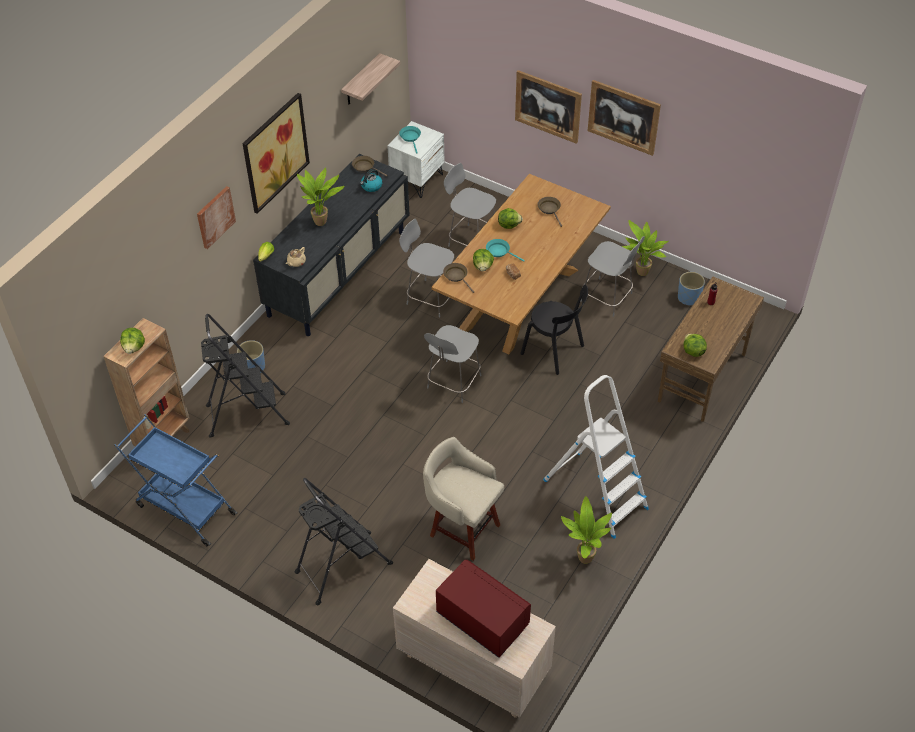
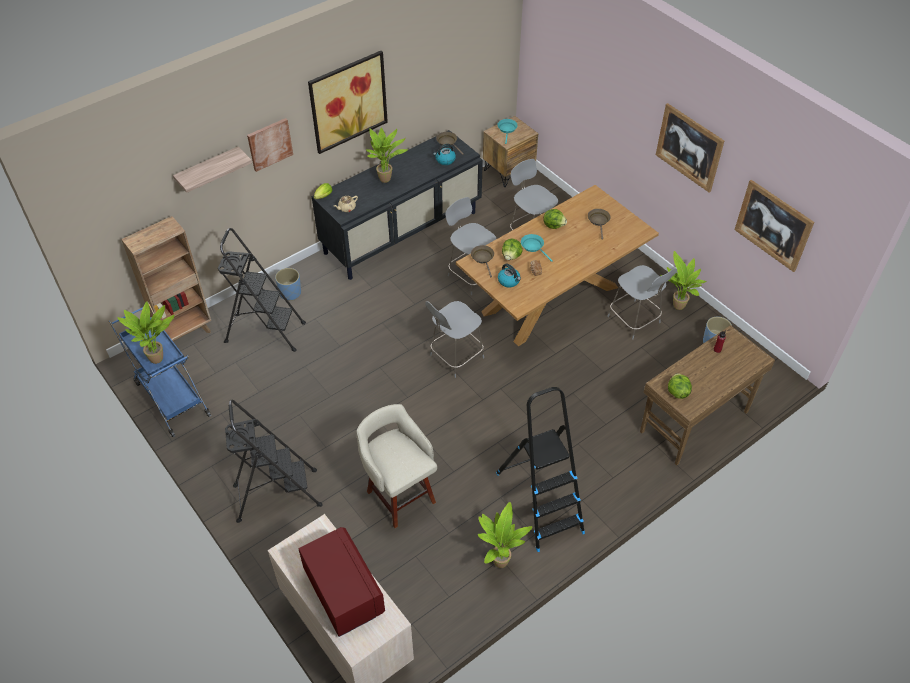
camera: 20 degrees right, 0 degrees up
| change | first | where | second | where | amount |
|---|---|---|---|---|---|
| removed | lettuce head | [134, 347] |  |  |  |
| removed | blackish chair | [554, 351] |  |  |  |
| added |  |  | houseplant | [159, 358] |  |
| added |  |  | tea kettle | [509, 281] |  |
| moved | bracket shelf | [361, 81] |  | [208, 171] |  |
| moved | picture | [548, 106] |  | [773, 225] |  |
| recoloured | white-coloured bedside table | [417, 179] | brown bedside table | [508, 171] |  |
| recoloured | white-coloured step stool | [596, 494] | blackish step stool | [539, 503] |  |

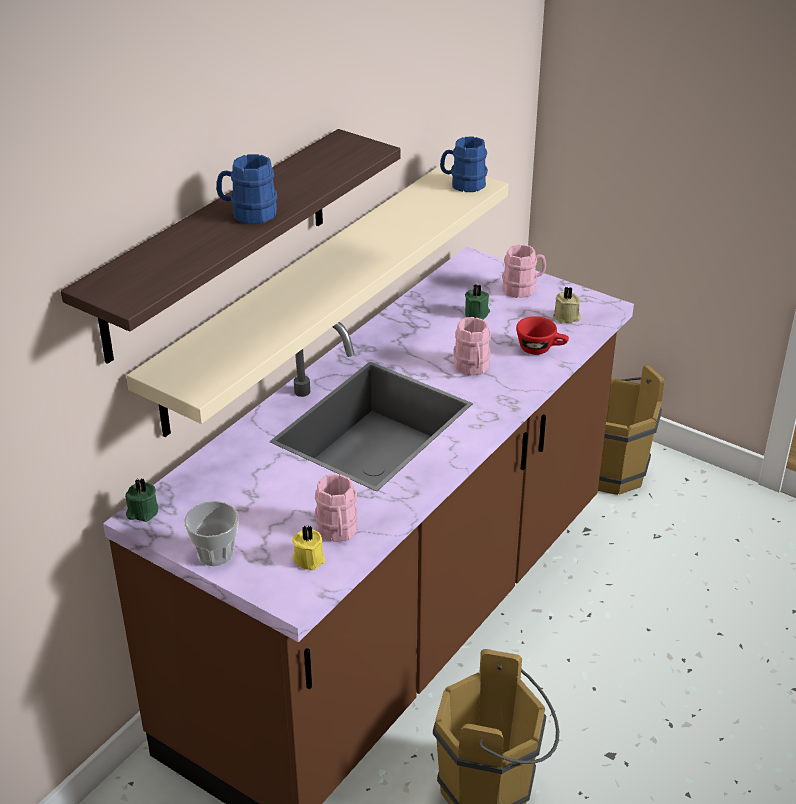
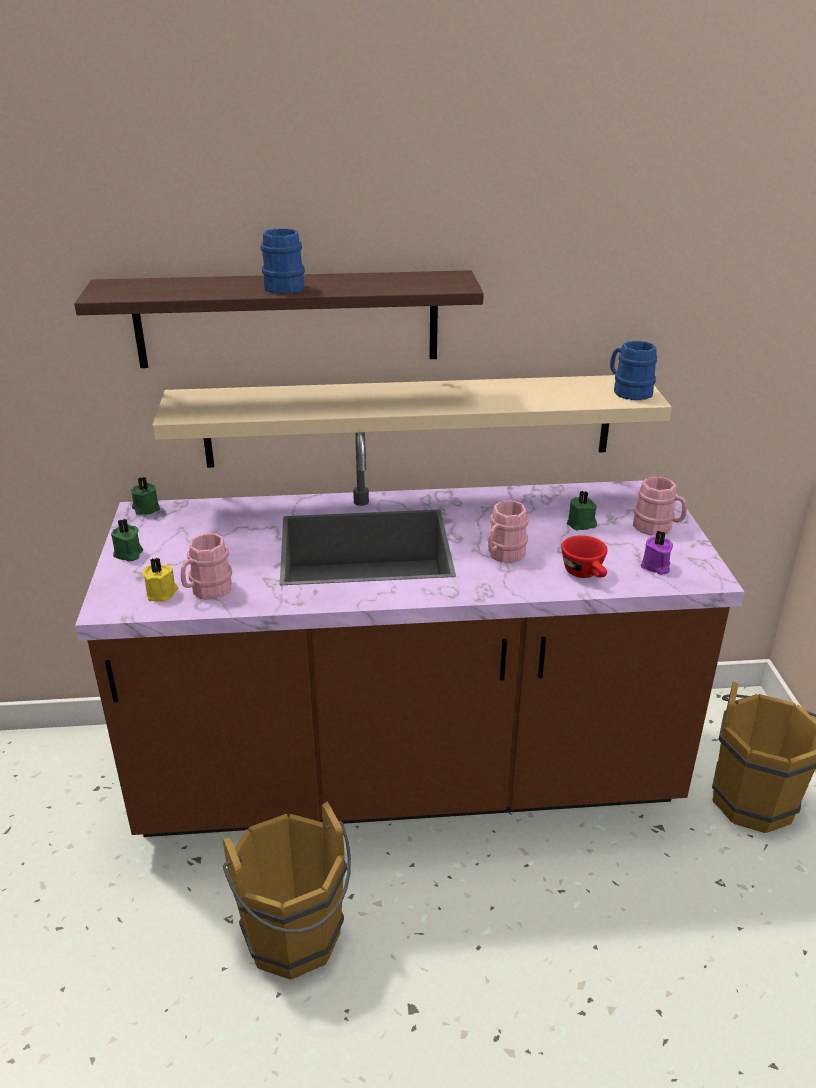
camera: 50 degrees right, 5 degrees down
| change | first | where | second | where | amount |
|---|---|---|---|---|---|
| replaced | small cup | [215, 553] | green candle | [128, 554] |  |
| recoloured | sand-coloured candle | [567, 317] | purple-coloured candle | [655, 566] |  |

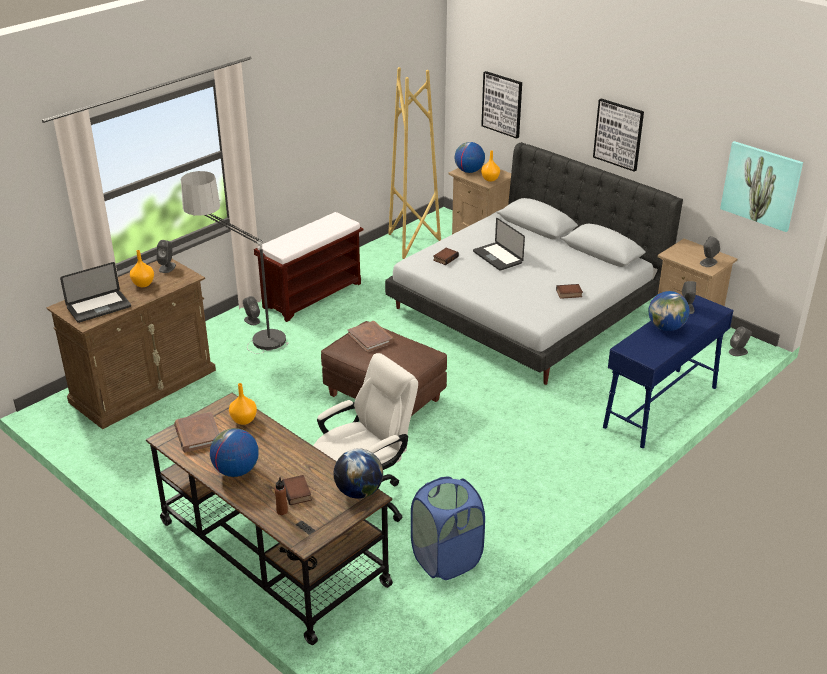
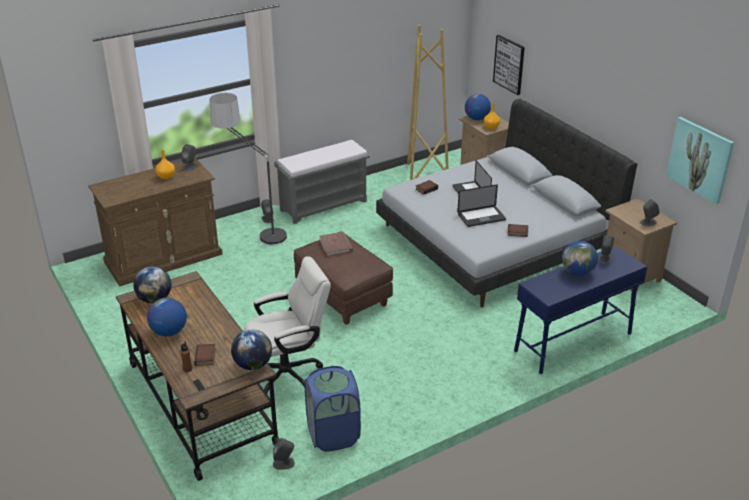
camera: 15 degrees right, 0 degrees up
| change | first | where | second | where | amount |
|---|---|---|---|---|---|
| removed | orangey flower vase | [244, 420] |  |  |  |
| removed | picture | [619, 134] |  |  |  |
| moved | laptop | [99, 307] |  | [481, 217] |  |
| moved | grey loudspeaker | [738, 351] |  | [284, 463] |  |
| replaced | brown volume | [197, 434] | world globe | [154, 299] |  |
| recoloured | brown indoor bench | [313, 295] | grey indoor bench | [324, 205] |  |

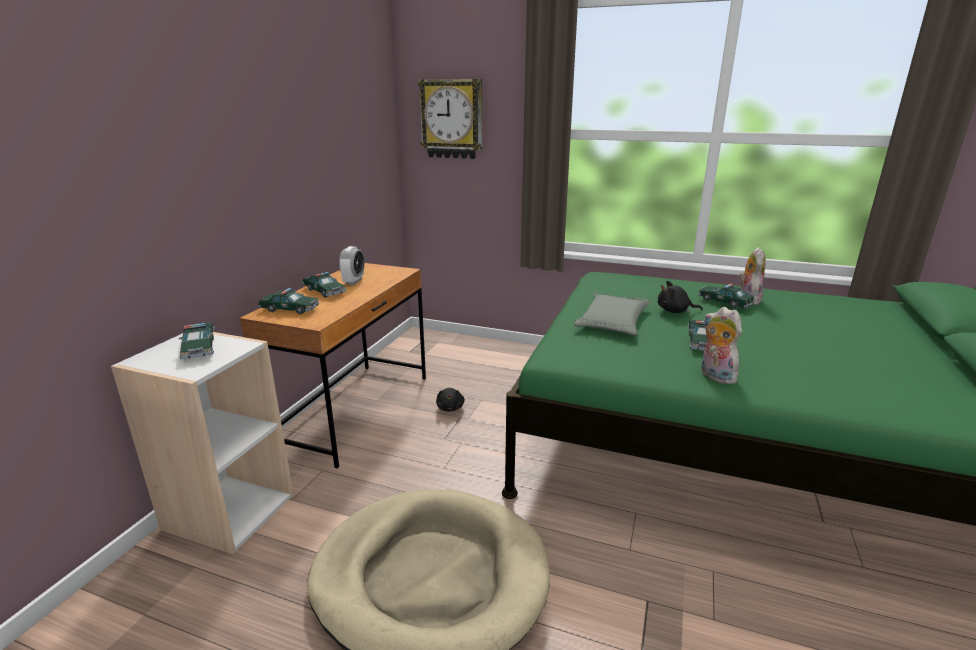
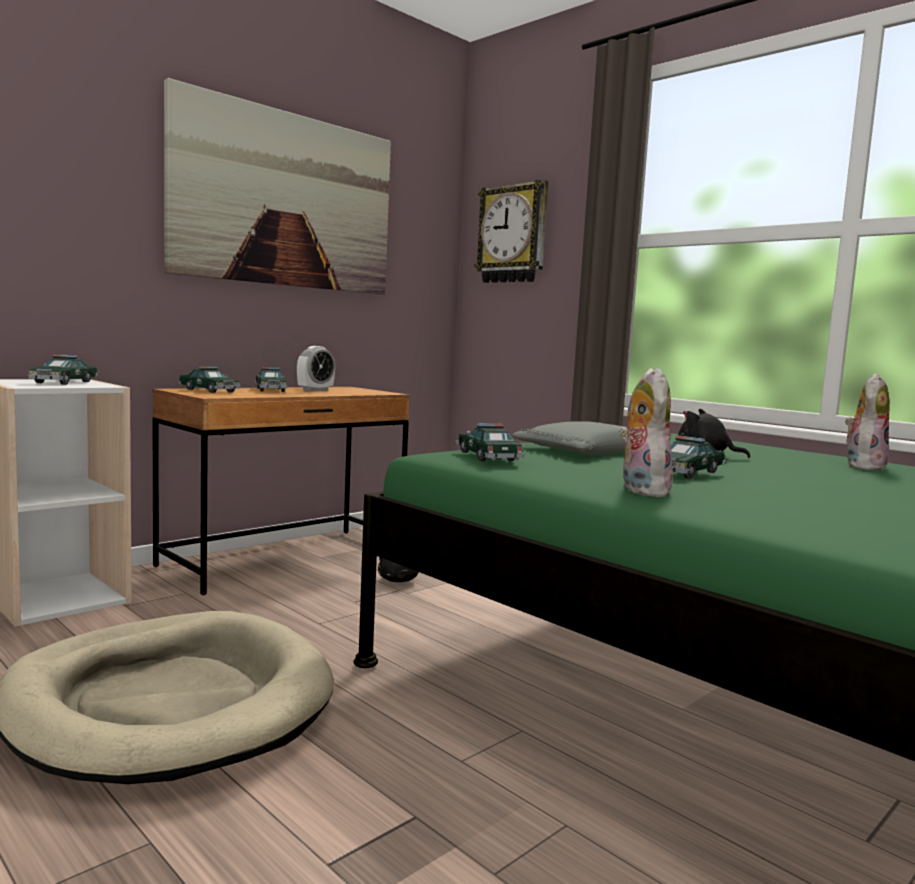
camera: 25 degrees right, 15 degrees down
| change | first | where | second | where | amount |
|---|---|---|---|---|---|
| added |  |  | picture | [286, 201] |  |
| moved | toy car | [724, 302] |  | [487, 457] |  |

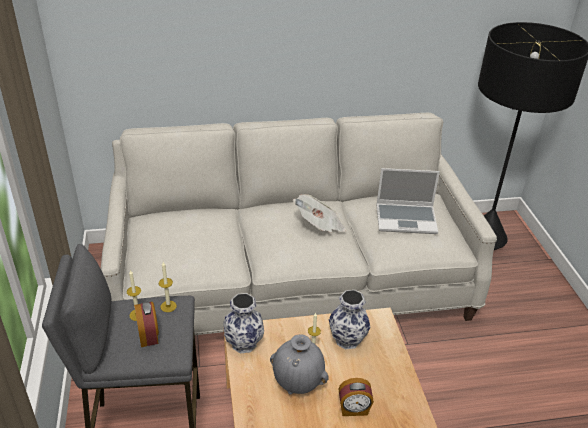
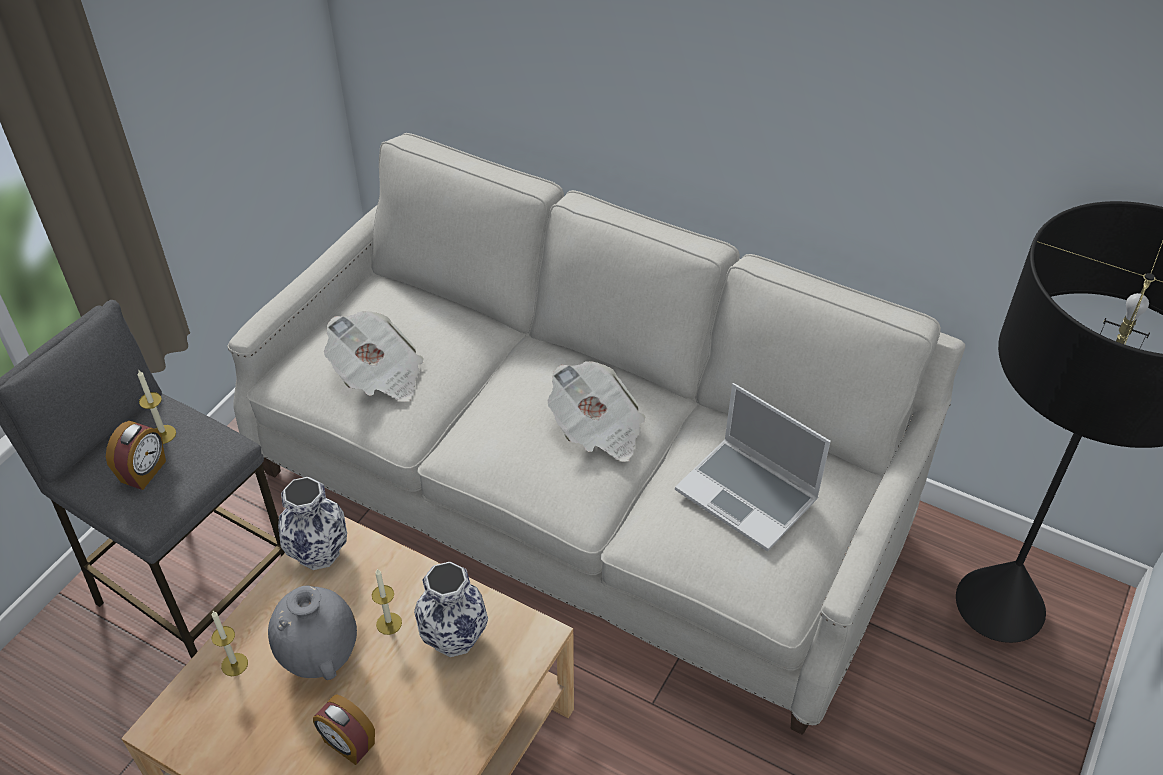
camera: 40 degrees right, 10 degrees up
| change | first | where | second | where | amount |
|---|---|---|---|---|---|
| added |  |  | newspaper | [378, 375] |  |
| moved | candle | [168, 306] |  | [234, 664] |  |

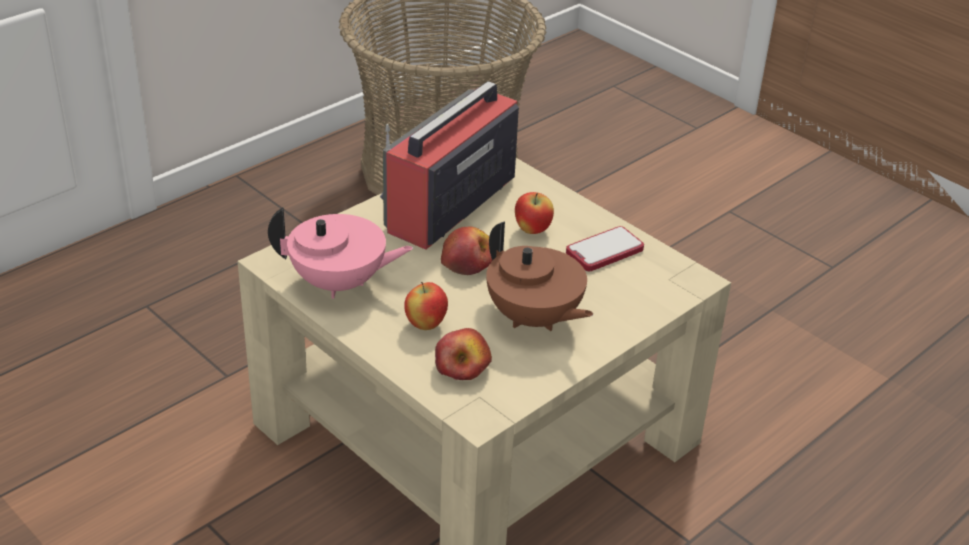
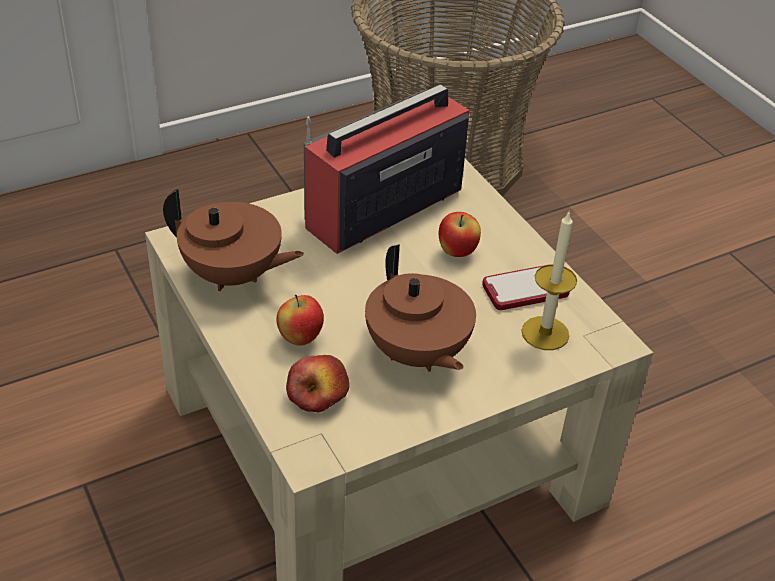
camera: 15 degrees right, 5 degrees up
| change | first | where | second | where | amount |
|---|---|---|---|---|---|
| removed | apple fruit | [468, 262] |  |  |  |
| added |  |  | candle | [545, 333] |  |
| recoloured | pink tea pot | [339, 283] | brown tea pot | [233, 275] |  |

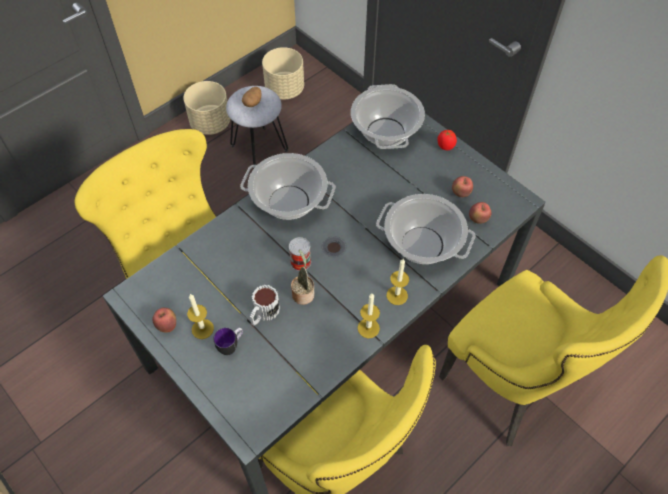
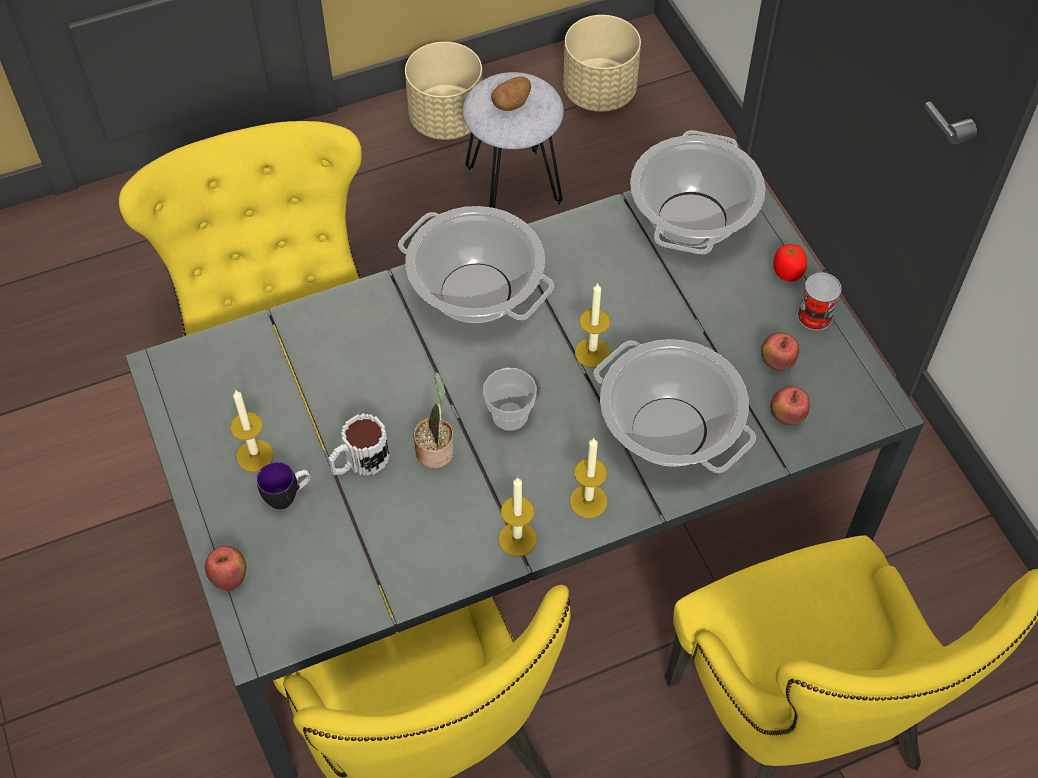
camera: 20 degrees right, 0 degrees up
| change | first | where | second | where | amount |
|---|---|---|---|---|---|
| added |  |  | small cup | [510, 415] |  |
| added |  |  | candle | [592, 352] |  |
| moved | apple fruit | [167, 325] |  | [229, 578] |  |
| moved | metal can | [300, 262] |  | [814, 316] |  |

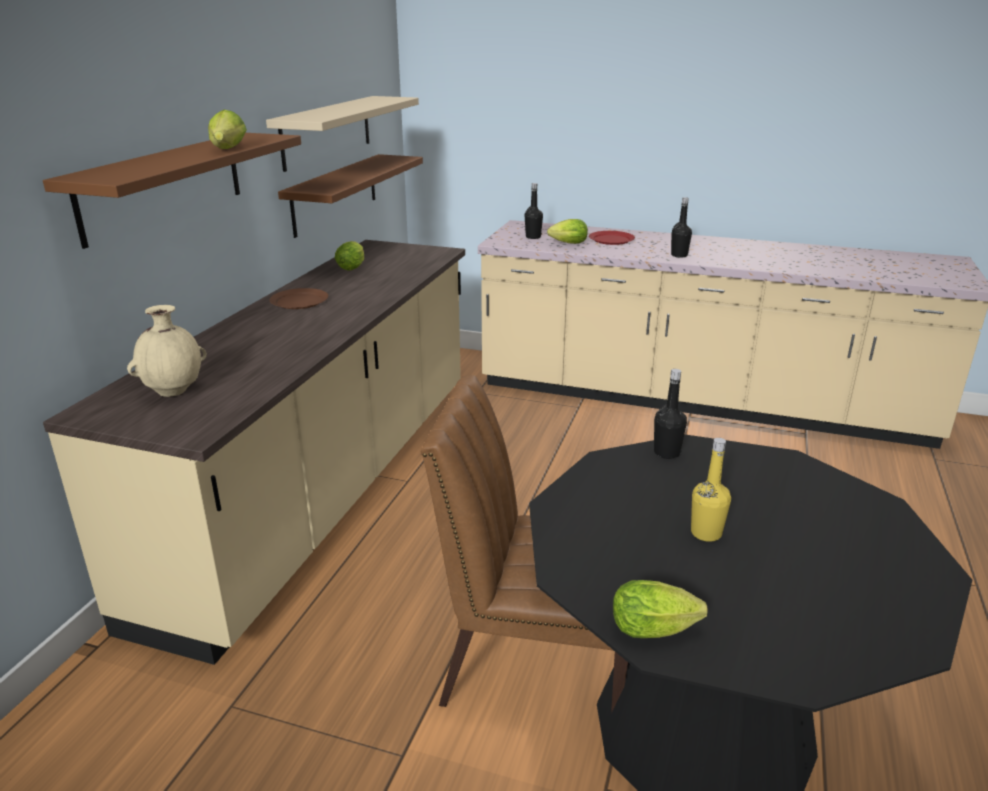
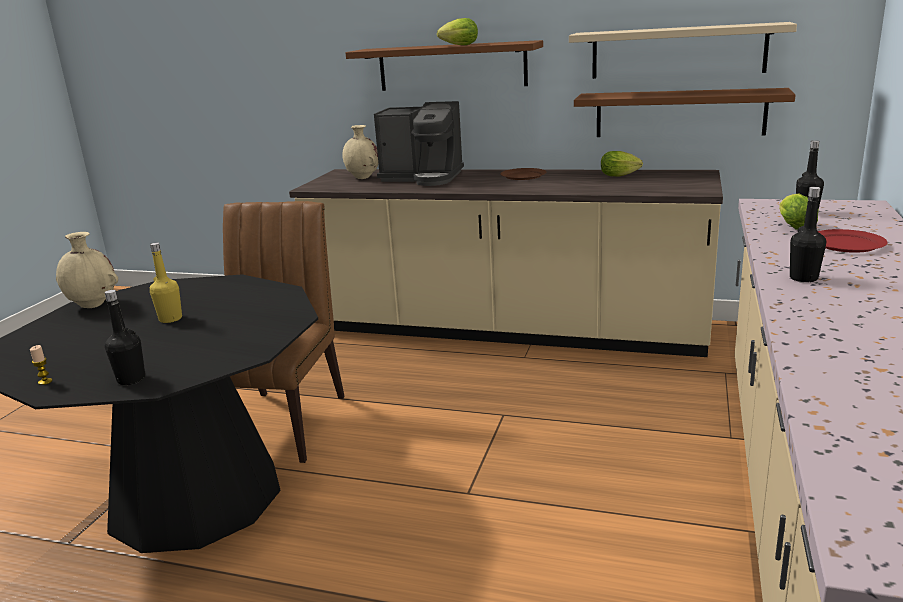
camera: 90 degrees right, 5 degrees down
| change | first | where | second | where | amount |
|---|---|---|---|---|---|
| added |  |  | candle | [45, 382] |  |
| added |  |  | coffee brewer | [423, 178] |  |
| moved | blackish beverage bottle | [666, 453] |  | [131, 379] |  |
| replaced | lettuce head | [657, 630] | sand-coloured flower vase | [93, 305] |  |

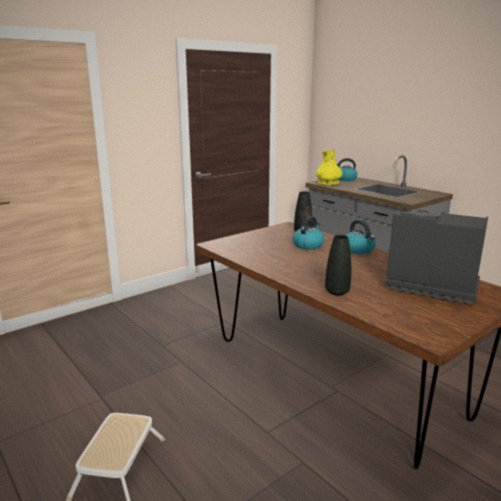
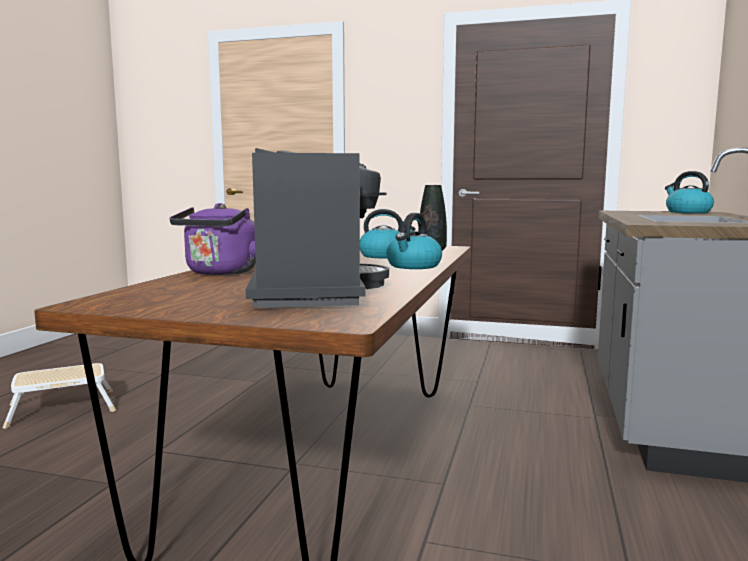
camera: 55 degrees right, 10 degrees down
| change | first | where | second | where | amount |
|---|---|---|---|---|---|
| removed | yellow-coloured flower vase | [328, 183] |  |  |  |
| replaced | blackish flower vase | [337, 292] | purple-coloured tea kettle | [220, 273] |  |

